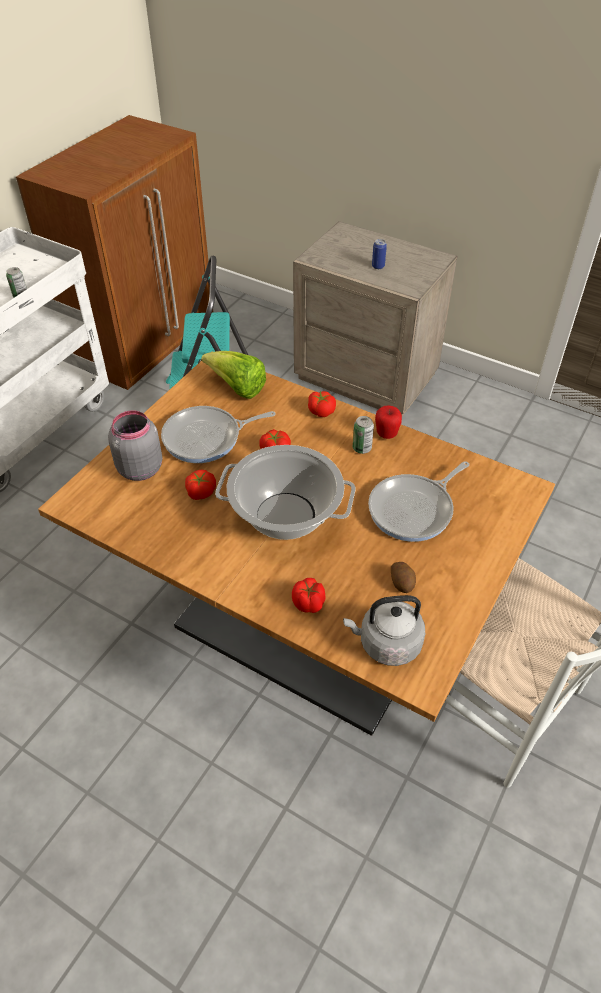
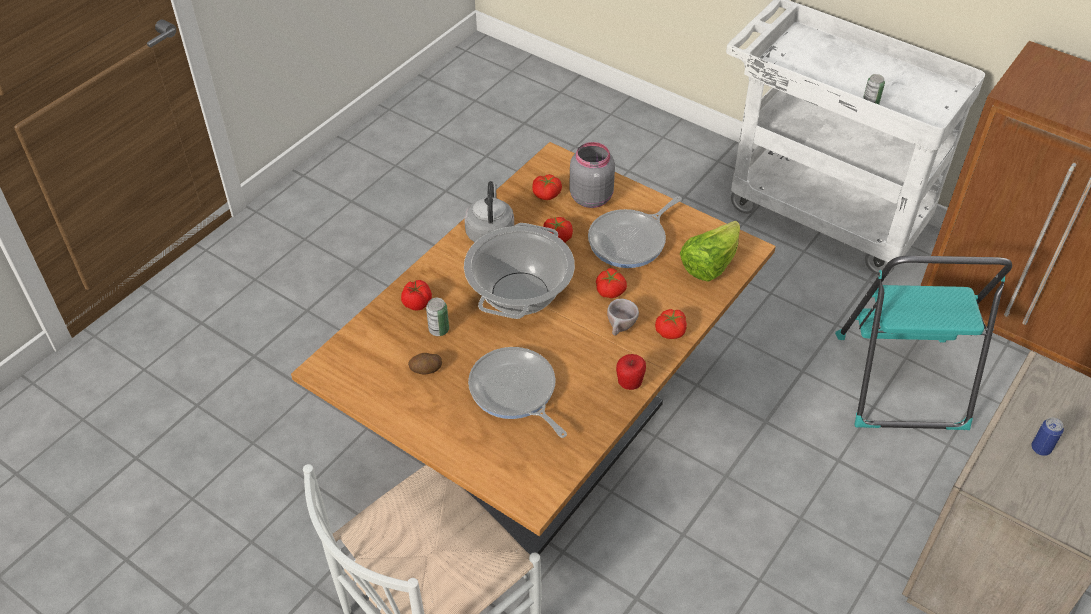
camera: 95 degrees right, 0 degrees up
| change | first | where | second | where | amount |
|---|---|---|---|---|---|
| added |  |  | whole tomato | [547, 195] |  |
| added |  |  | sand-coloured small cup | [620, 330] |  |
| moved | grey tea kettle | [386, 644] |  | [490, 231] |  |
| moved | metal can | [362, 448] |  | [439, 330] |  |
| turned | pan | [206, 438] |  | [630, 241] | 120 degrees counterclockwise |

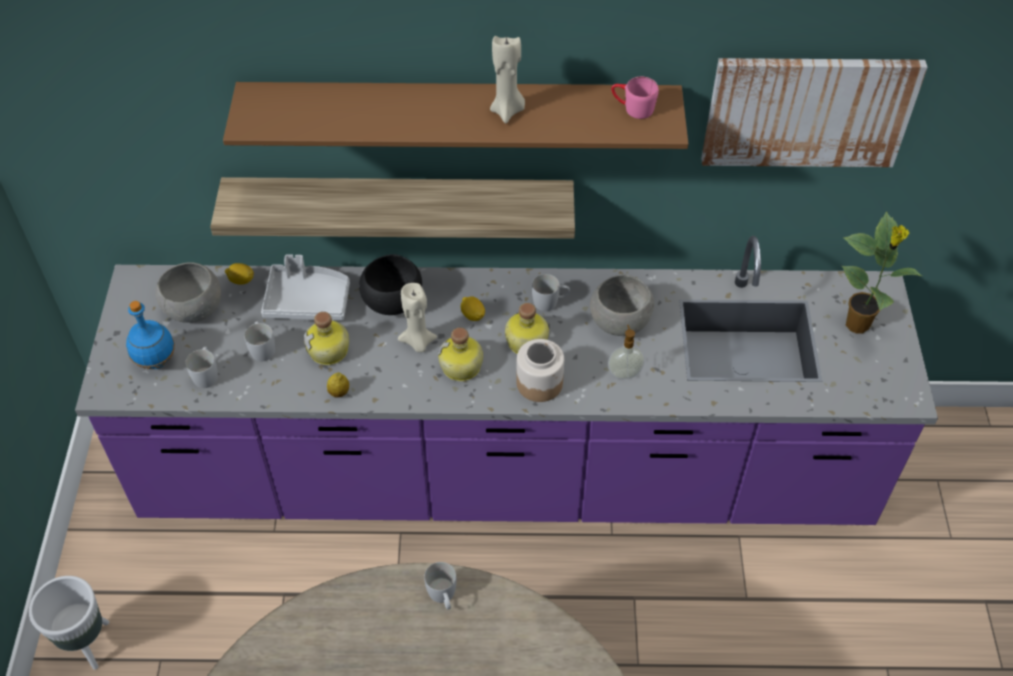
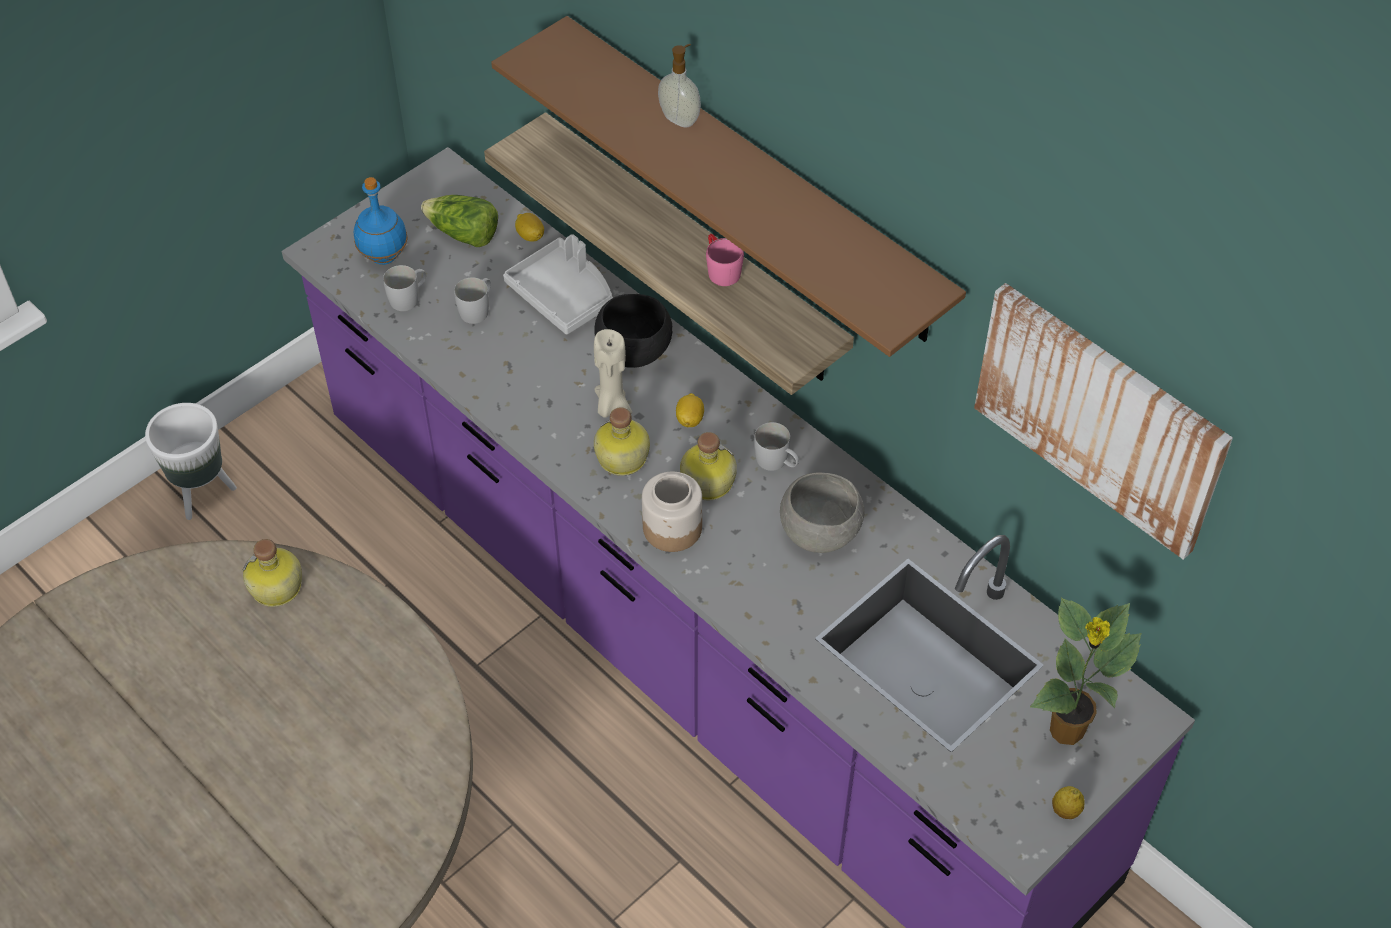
camera: 45 degrees right, 0 degrees up
| change | first | where | second | where | amount |
|---|---|---|---|---|---|
| removed | white-coloured coffee mug | [443, 596] |  |  |  |
| removed | sand-coloured candle | [507, 111] |  |  |  |
| moved | beverage bottle | [330, 351] |  | [276, 588] |  |
| moved | citrus fruit | [339, 393] |  | [1065, 811] |  |
| moved | soap dispenser | [624, 373] |  | [680, 118] |  |
| moved | pink coffee mug | [632, 108] |  | [720, 269] |  |
| replaced | grey deep dish | [194, 310] | lettuce head | [463, 234] |  |

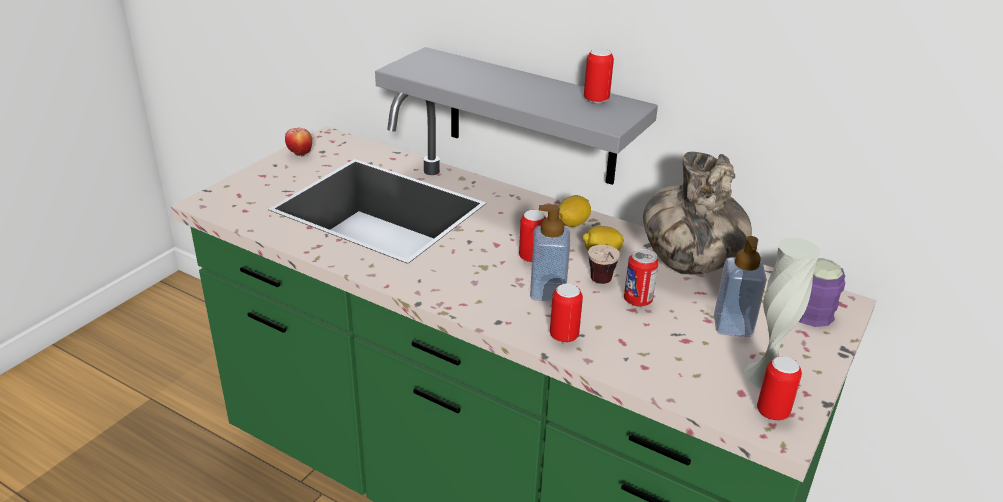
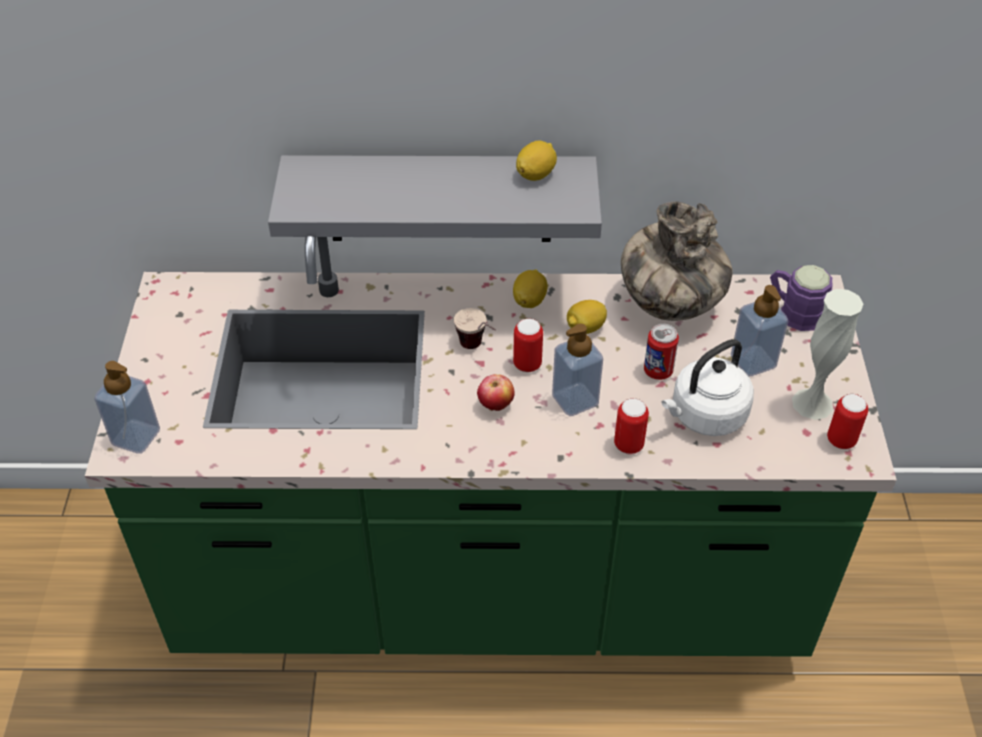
camera: 30 degrees left, 15 degrees up
| change | first | where | second | where | amount |
|---|---|---|---|---|---|
| added |  |  | soap dispenser | [136, 437] |  |
| added |  |  | white-coloured tea kettle | [705, 416] |  |
| moved | apple fruit | [300, 154] |  | [495, 406] |  |
| moved | small cup | [603, 286] |  | [478, 349] |  |
| replaced | metal can | [596, 100] | citrus fruit | [535, 174] |  |

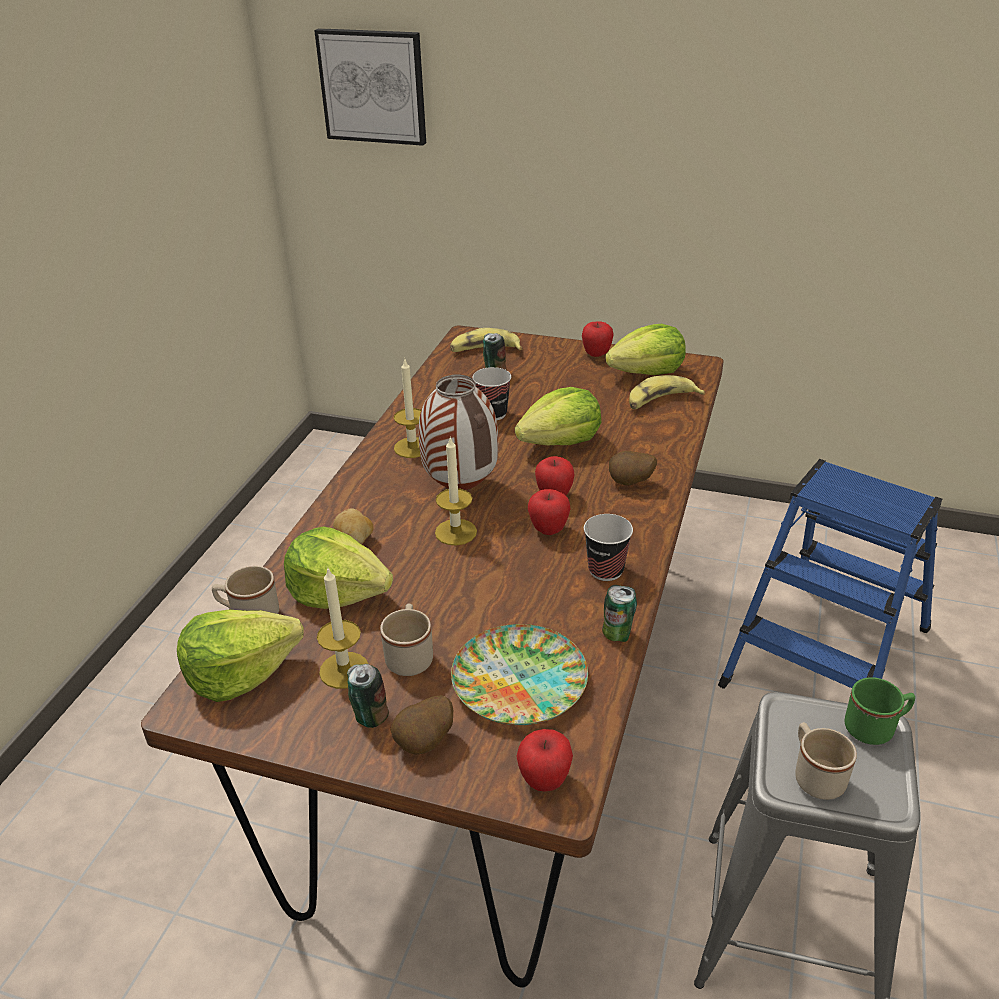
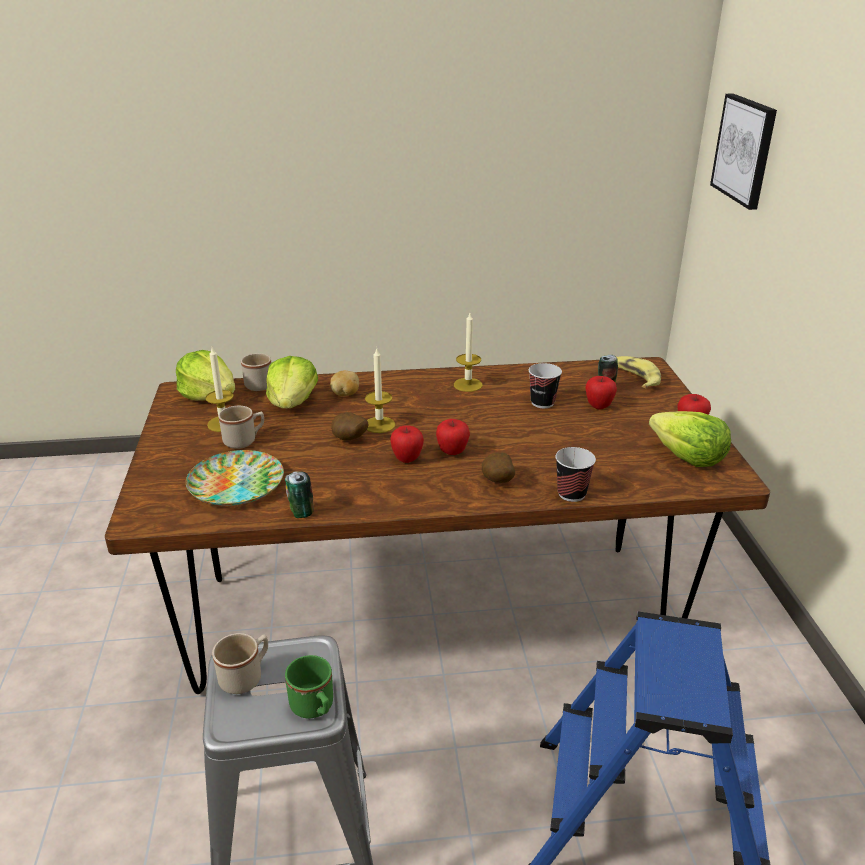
camera: 65 degrees right, 5 degrees down
| change | first | where | second | where | amount |
|---|---|---|---|---|---|
| removed | metal can | [369, 716] |  |  |  |
| removed | flower vase | [459, 488] |  |  |  |
| removed | lettuce head | [561, 442] |  |  |  |
| removed | whole banana | [660, 401] |  |  |  |
| moved | potato | [426, 743] |  | [349, 440] |  |
| moved | apple fruit | [544, 781] |  | [598, 406] |  |
| moved | small cup | [606, 570] |  | [571, 494] |  |

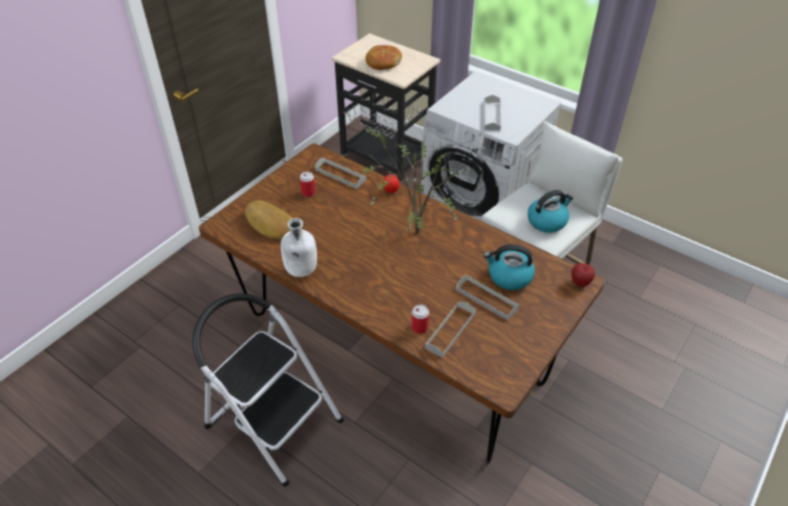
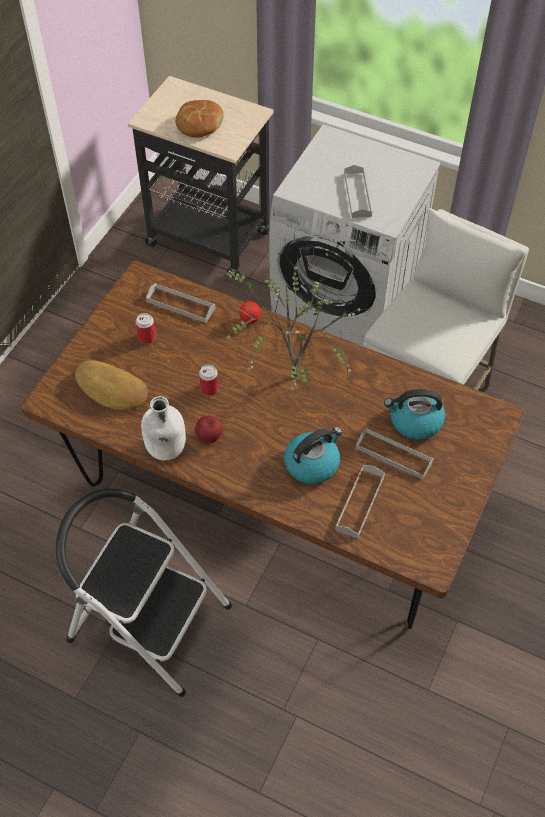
camera: 10 degrees left, 10 degrees up
| change | first | where | second | where | amount |
|---|---|---|---|---|---|
| moved | metal can | [419, 327] |  | [209, 389] |  |
| moved | tea kettle | [547, 221] |  | [312, 463] |  |
| moved | apple fruit | [580, 283] |  | [209, 437] |  |

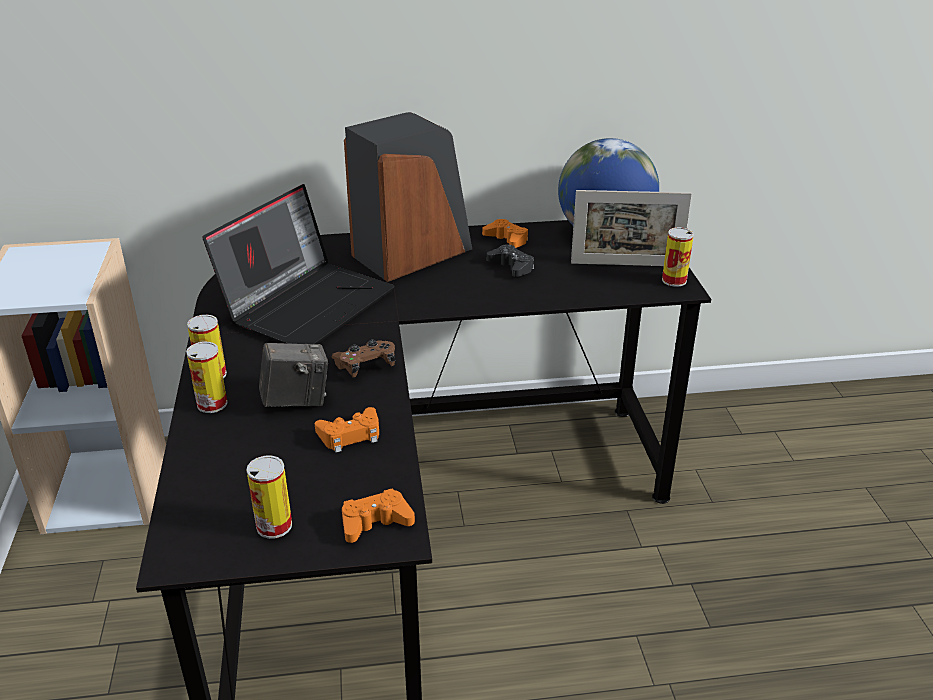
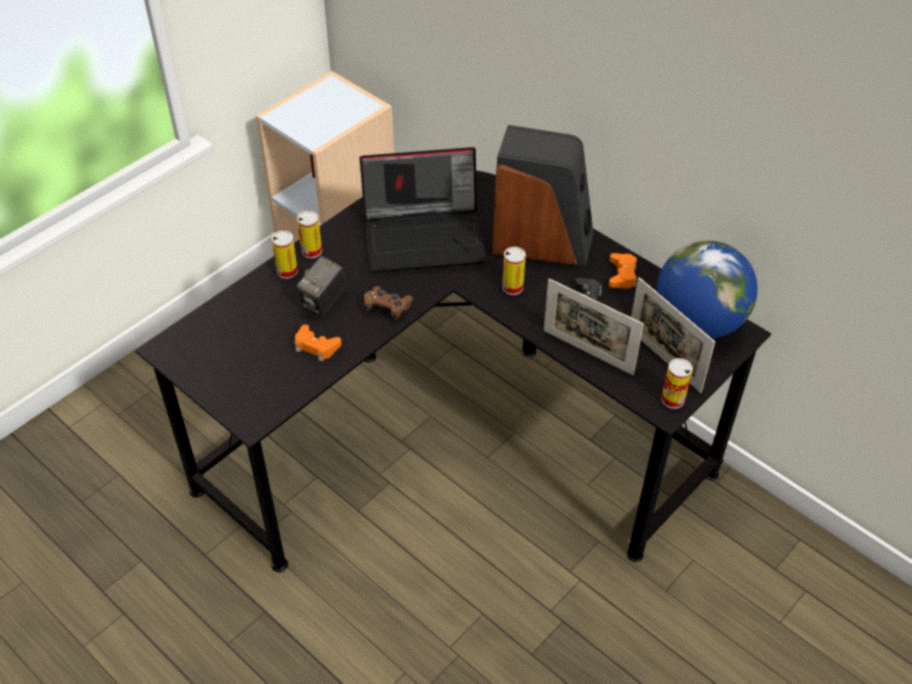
camera: 50 degrees right, 15 degrees up
| change | first | where | second | where | amount |
|---|---|---|---|---|---|
| removed | orangey gamepad | [375, 522] |  |  |  |
| added |  |  | photo frame | [587, 352] |  |
| moved | metal can | [274, 526] |  | [512, 287] |  |
| turned | still camera | [296, 400] |  | [324, 302] | 90 degrees clockwise |

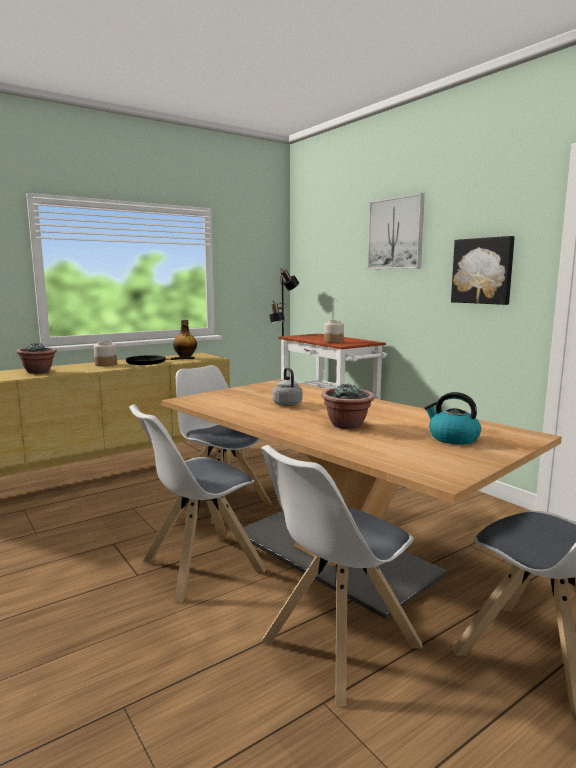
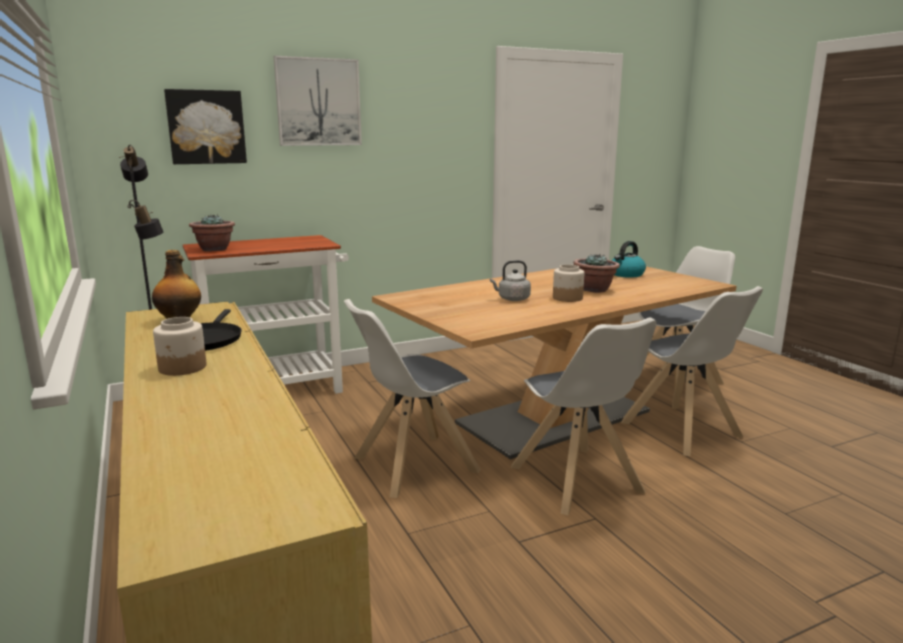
camera: 80 degrees left, 5 degrees up
| change | first | where | second | where | amount |
|---|---|---|---|---|---|
| moved | houseplant | [39, 372] |  | [214, 249] |  |
| moved | preserve jar | [333, 341] |  | [567, 298] |  |
| moved | picture | [483, 271] |  | [206, 127] |  |

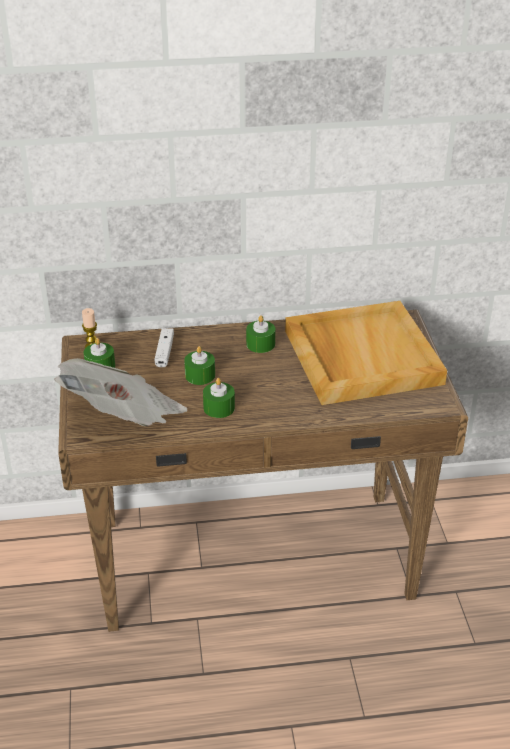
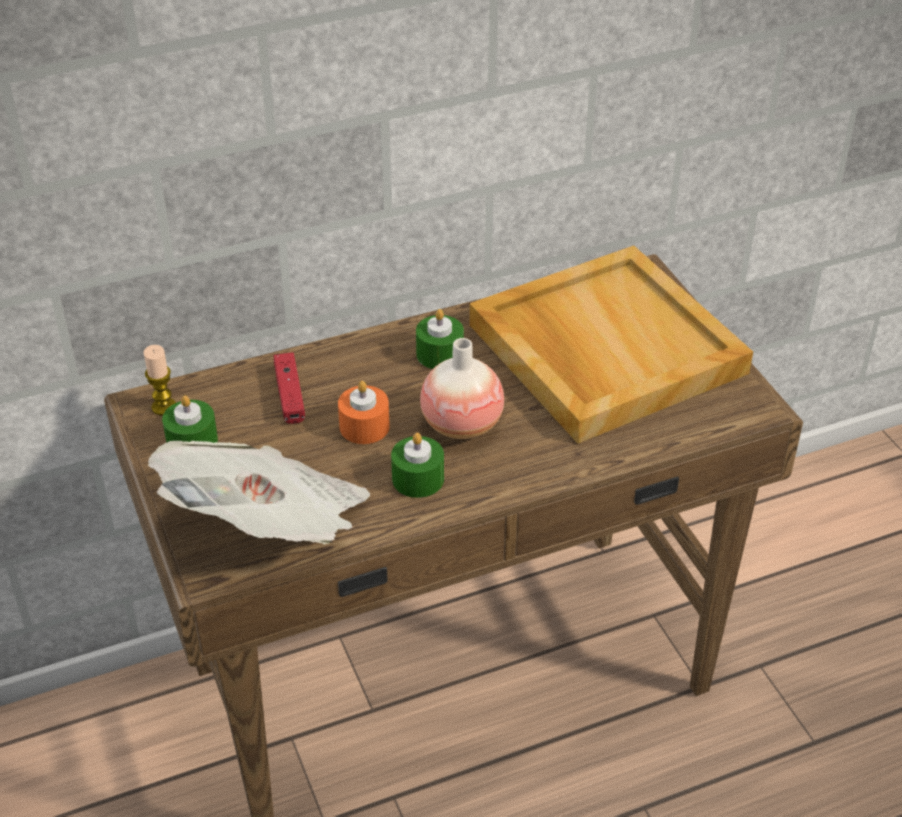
camera: 15 degrees left, 5 degrees up
| change | first | where | second | where | amount |
|---|---|---|---|---|---|
| added |  |  | flower vase | [462, 425] |  |
| recoloured | white-coloured gamepad | [164, 352] | reddish gamepad | [290, 395] |  |
| recoloured | green candle | [200, 375] | orangey candle | [364, 426] |  |

